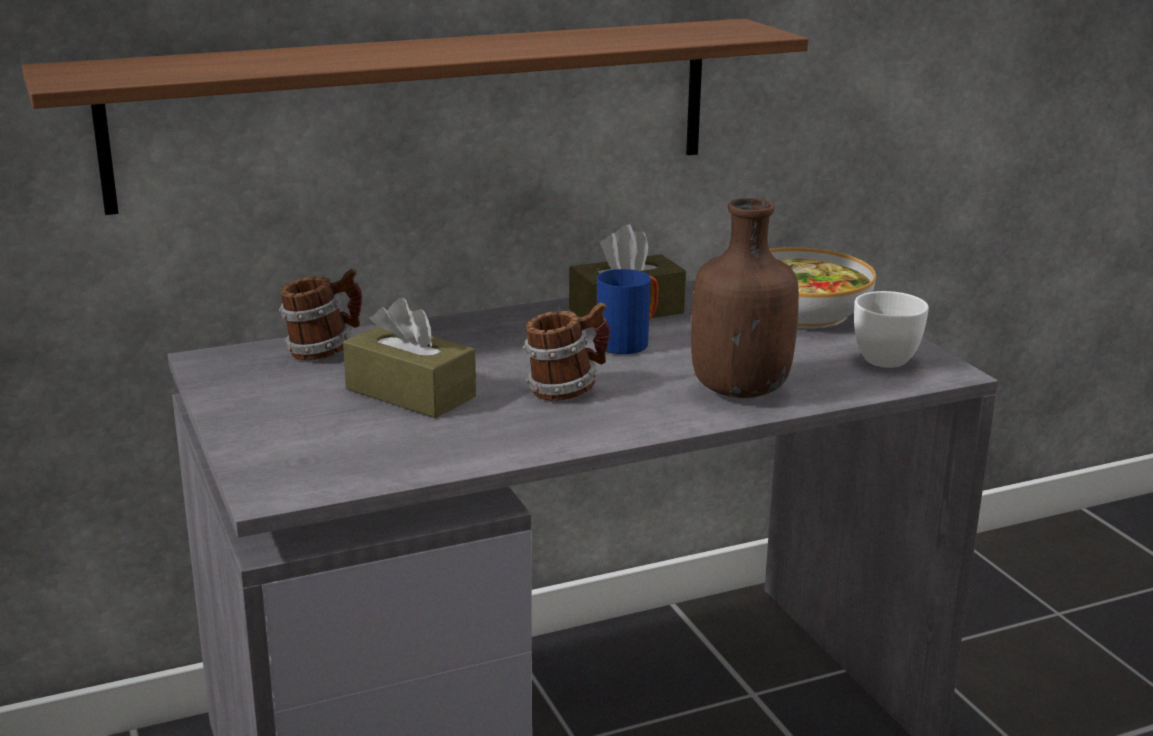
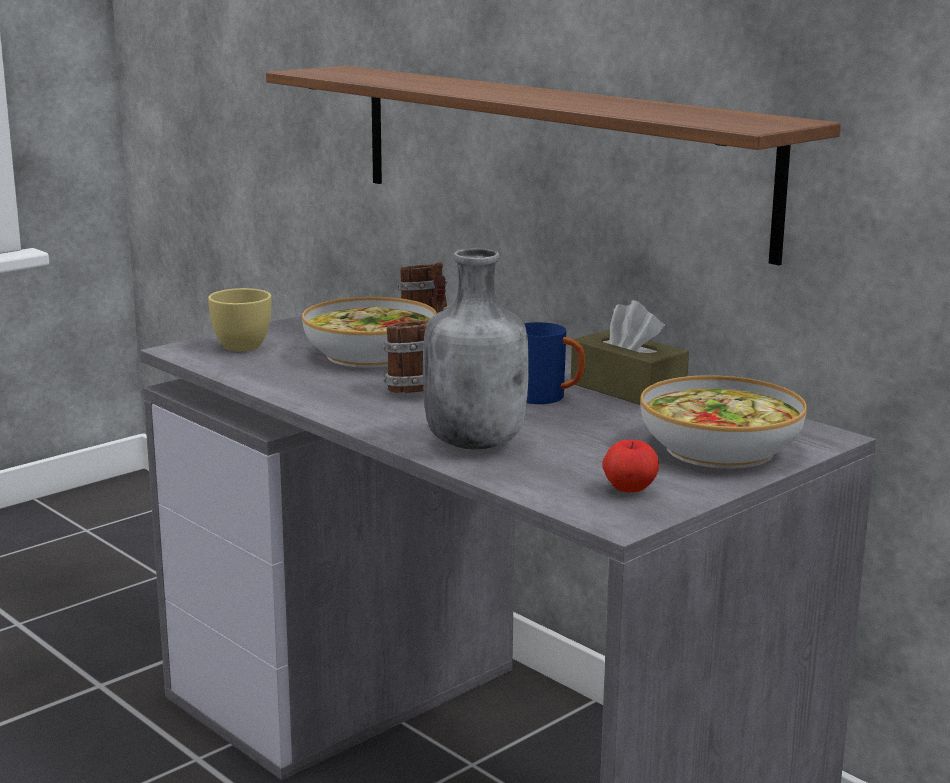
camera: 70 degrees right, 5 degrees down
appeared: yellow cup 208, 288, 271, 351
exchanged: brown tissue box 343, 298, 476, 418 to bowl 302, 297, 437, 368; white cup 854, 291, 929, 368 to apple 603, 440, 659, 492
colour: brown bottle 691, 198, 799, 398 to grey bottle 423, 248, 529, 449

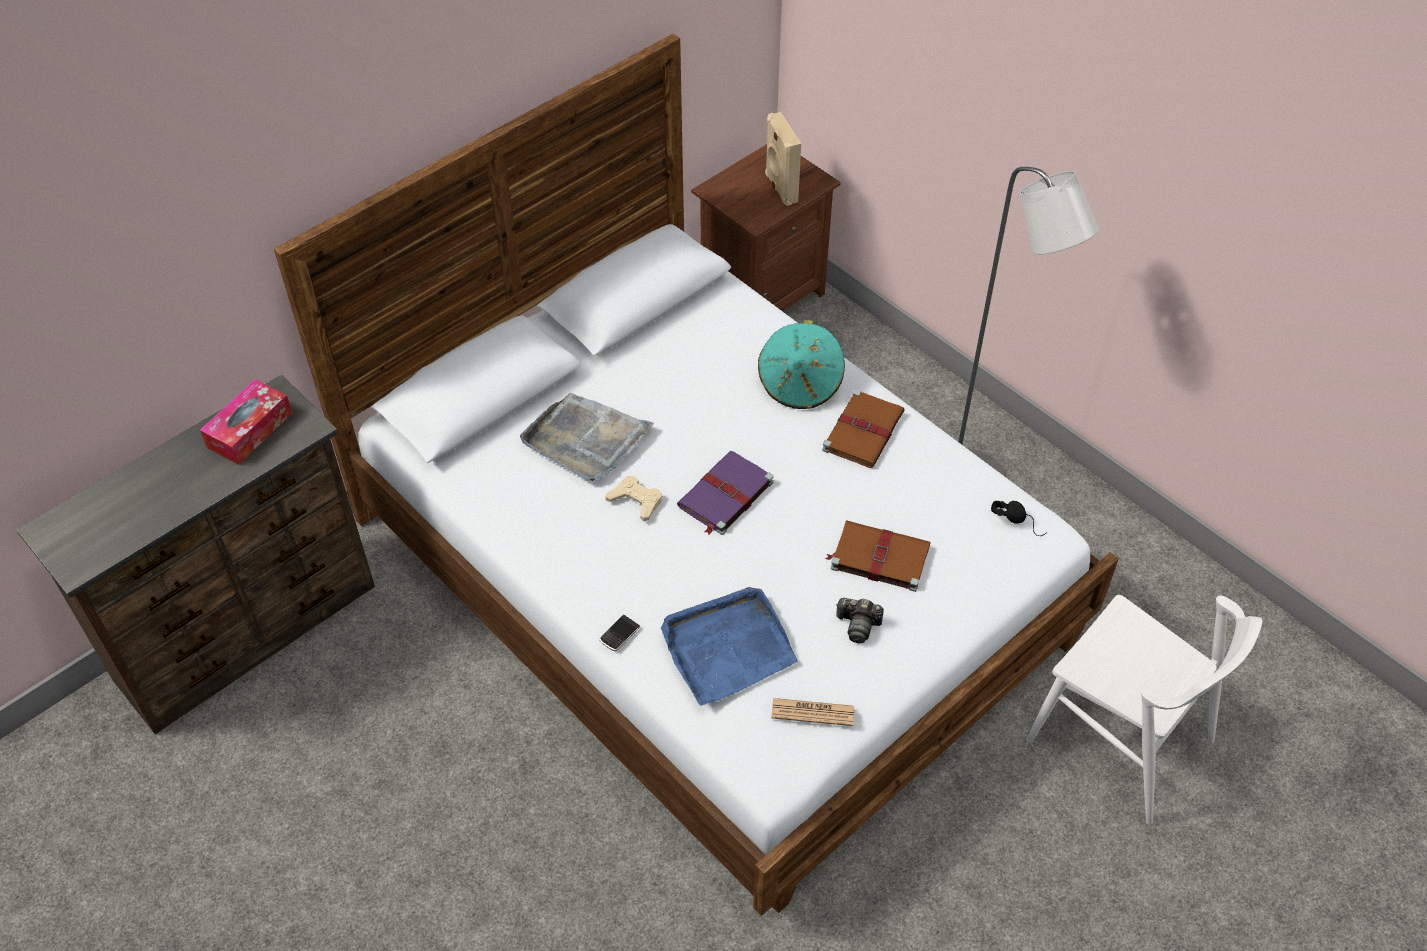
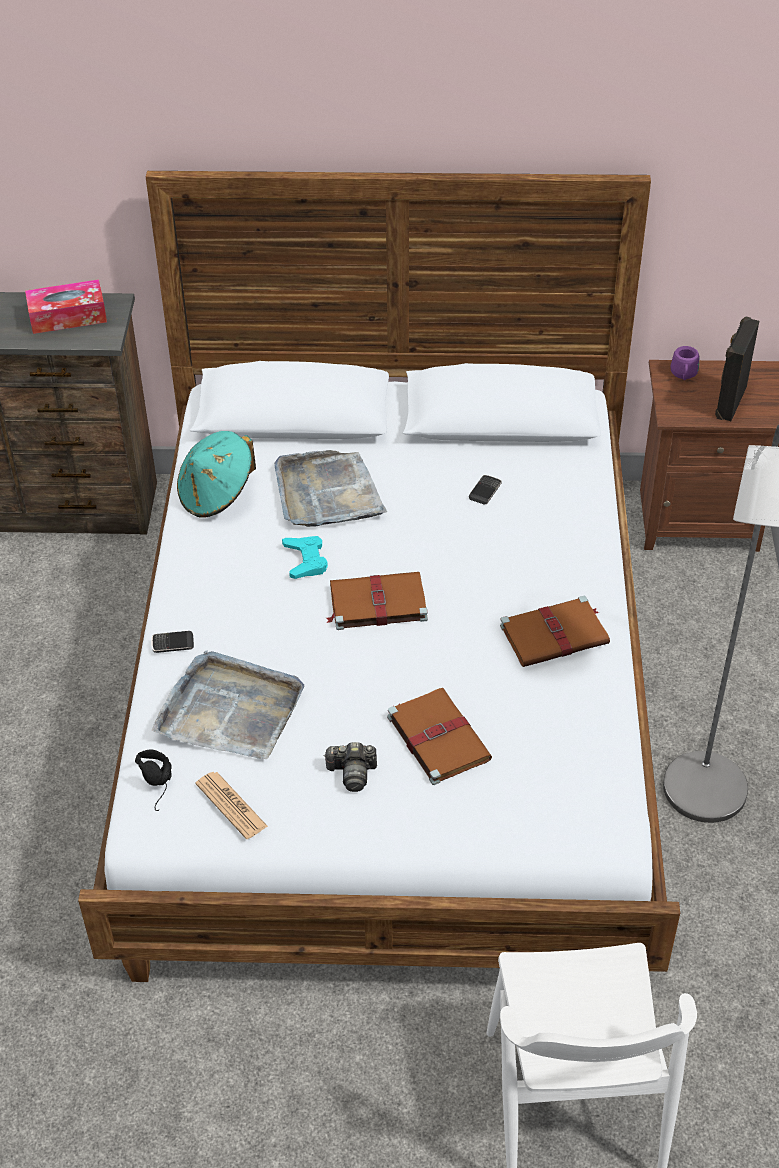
camera: 45 degrees right, 5 degrees down
appeared: phone 469, 475, 502, 505; purple mug 671, 346, 699, 380
relocated: turquoise hat 758, 320, 845, 409 to 177, 431, 256, 518; black headphones 991, 501, 1047, 536 to 135, 750, 172, 811
colour: beige game controller 606, 476, 662, 521 to turquoise game controller 282, 536, 328, 579; blue tray 661, 587, 798, 706 to grey tray 152, 650, 305, 759; purple book 677, 451, 774, 535 to brown book 326, 572, 428, 630; beige speaker 765, 112, 801, 206 to black speaker 715, 316, 759, 421
spun: photo camera 836, 598, 884, 644 = 324, 742, 377, 792 60 degrees counterclockwise

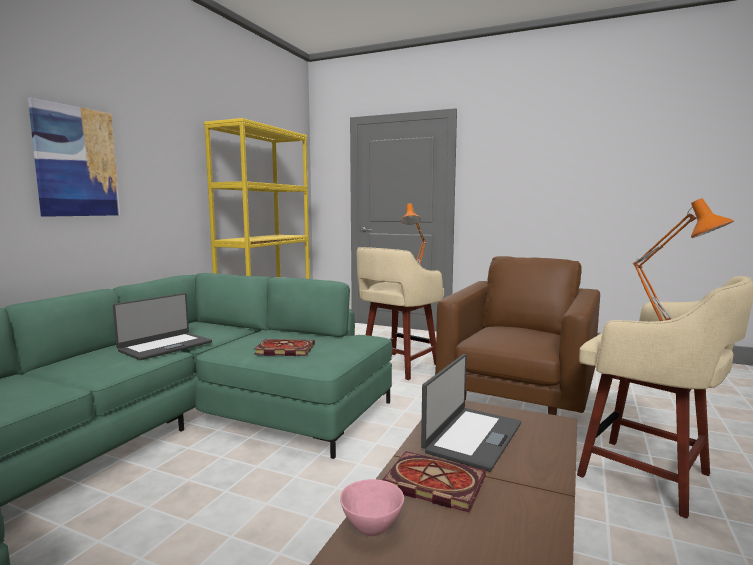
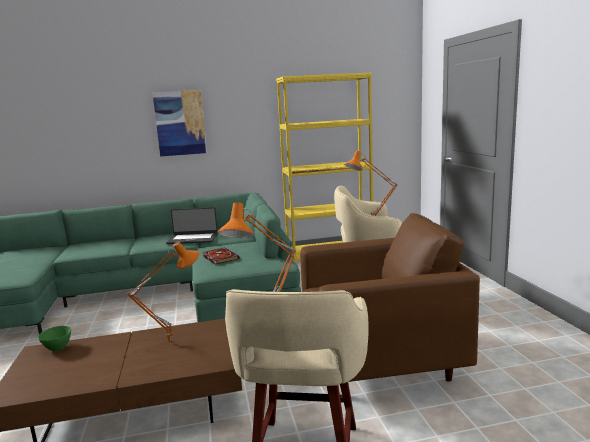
camera: 55 degrees right, 5 degrees up
missing: book 382, 451, 486, 513
exchanged: laptop 421, 354, 521, 472 to orange table lamp 127, 241, 200, 344
colour: pink bowl 340, 479, 404, 536 to green bowl 38, 326, 71, 351

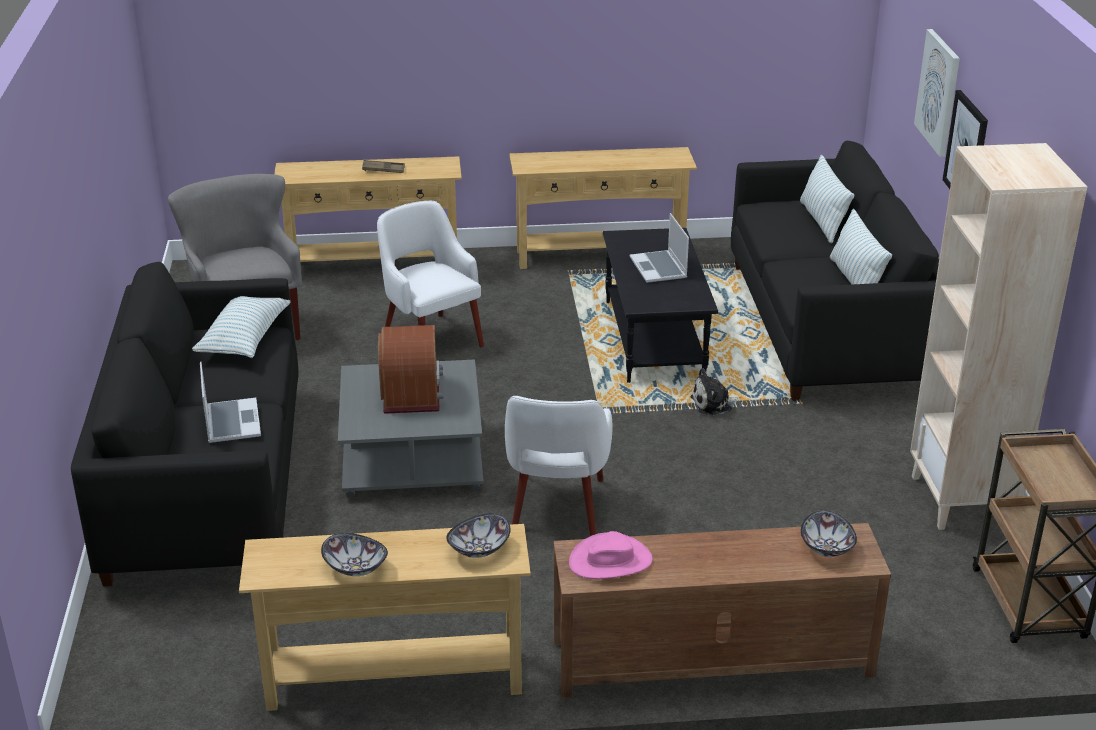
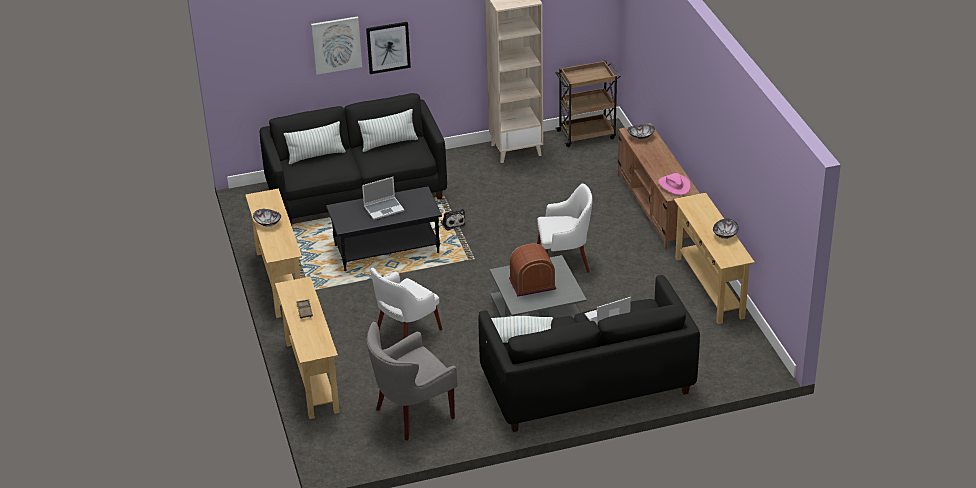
camera: 100 degrees left, 5 degrees up
relocated: bowl 446, 514, 511, 558 to 253, 209, 281, 227

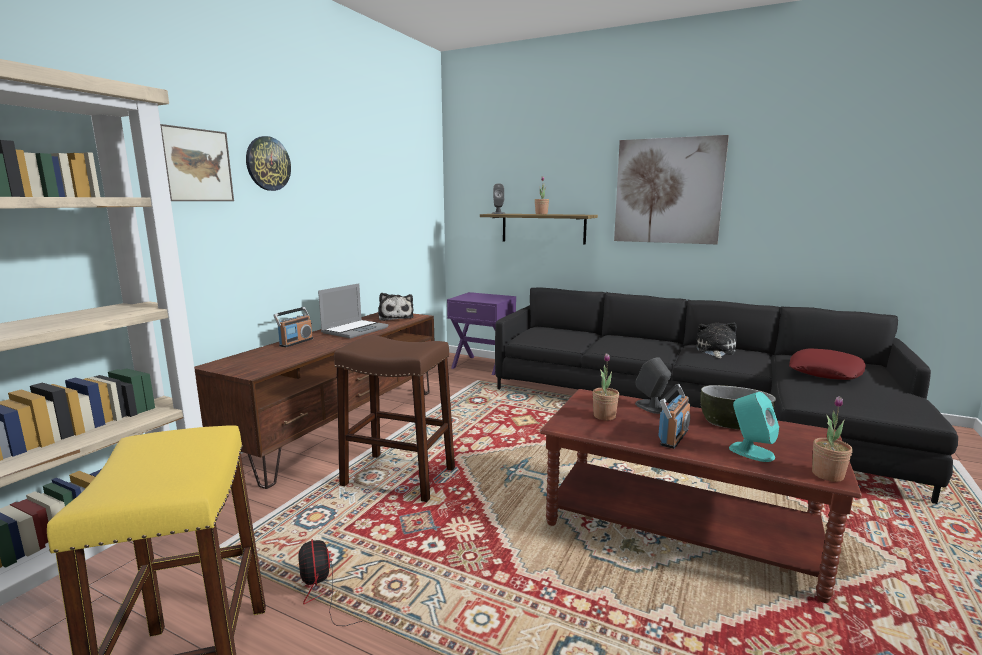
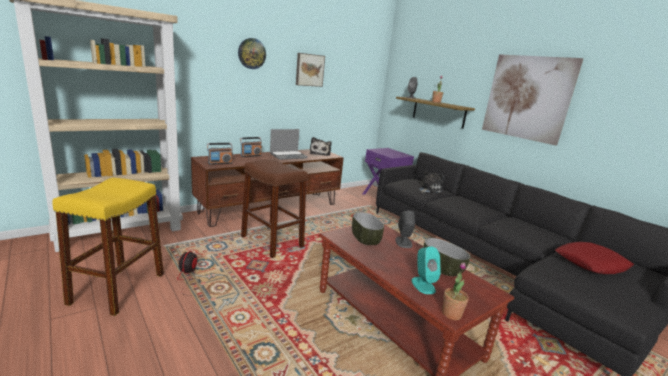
camera: 25 degrees right, 5 degrees up
relocated: picture 160, 124, 234, 201 to 296, 53, 325, 87; radio 658, 384, 690, 449 to 207, 143, 233, 165; plush toy 696, 323, 737, 359 to 418, 171, 444, 193
exchanged: potted plant 593, 353, 619, 420 to bowl 352, 212, 384, 245

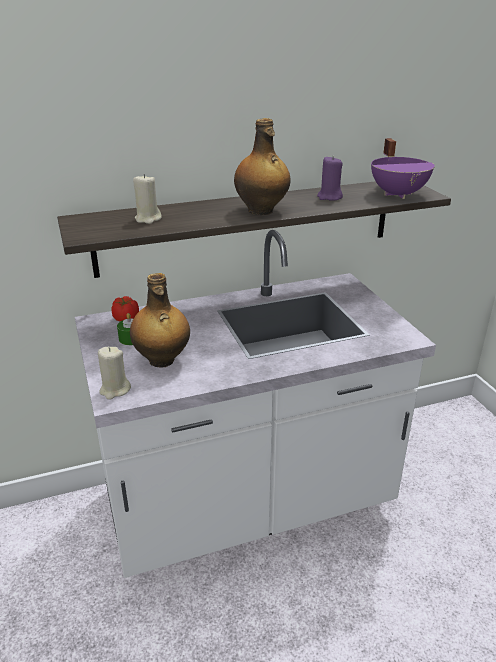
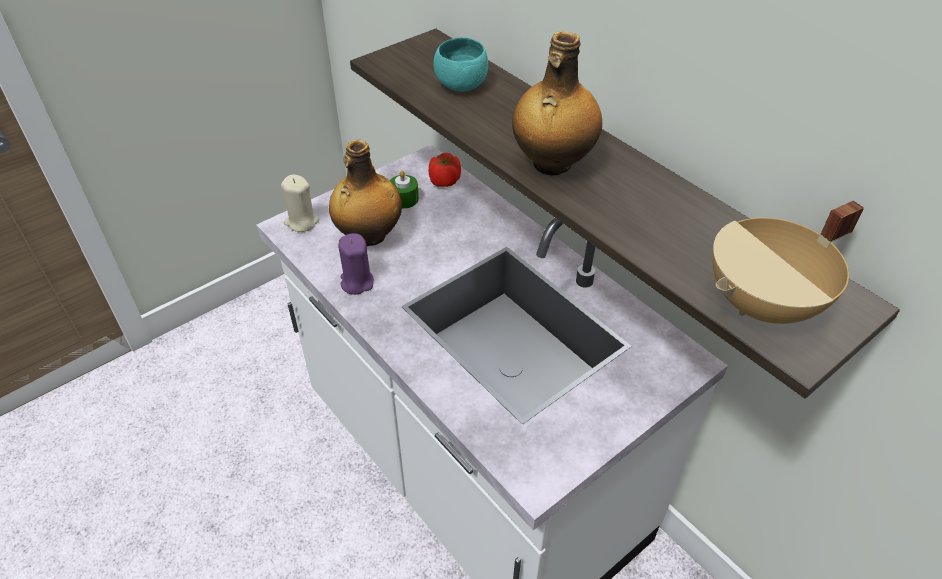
camera: 70 degrees right, 15 degrees up
relocated: purple candle 317, 157, 343, 201 to 338, 233, 374, 295
exchanged: beige candle 133, 174, 162, 224 to turquoise bowl 433, 37, 488, 92
colour: purple cooking pot 371, 138, 435, 199 to beige cooking pot 713, 201, 864, 324

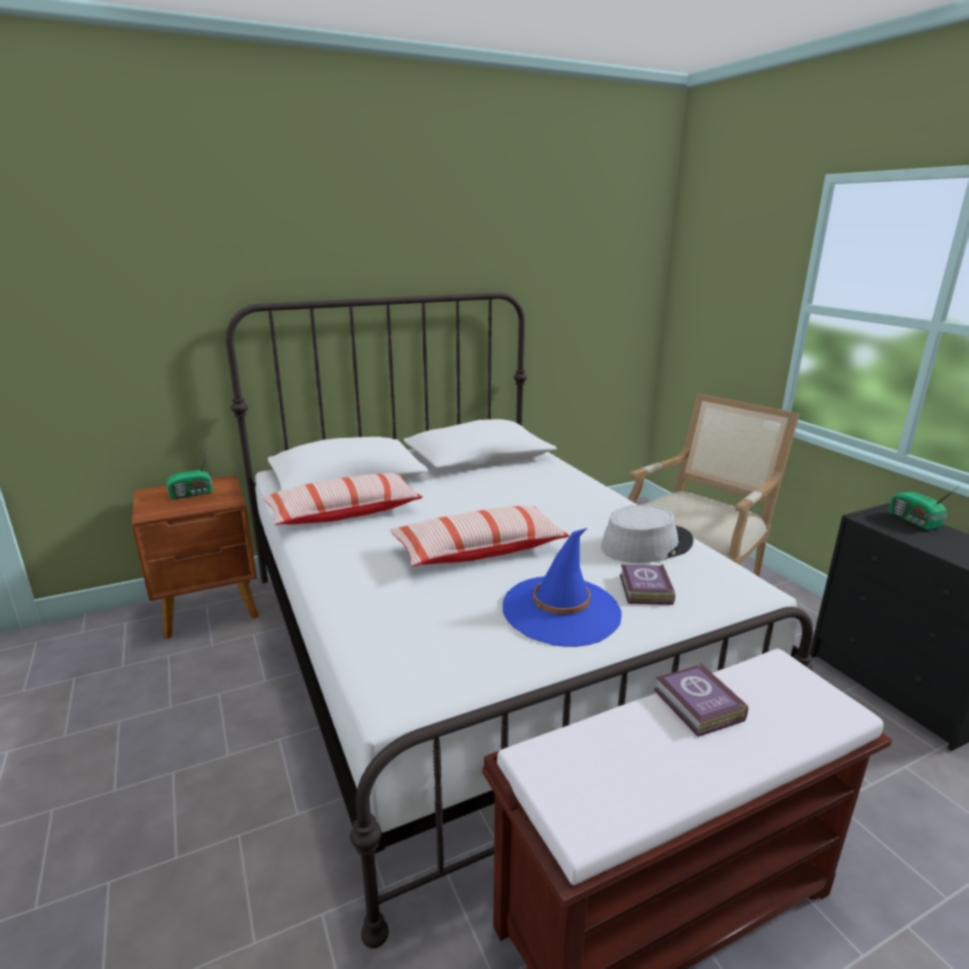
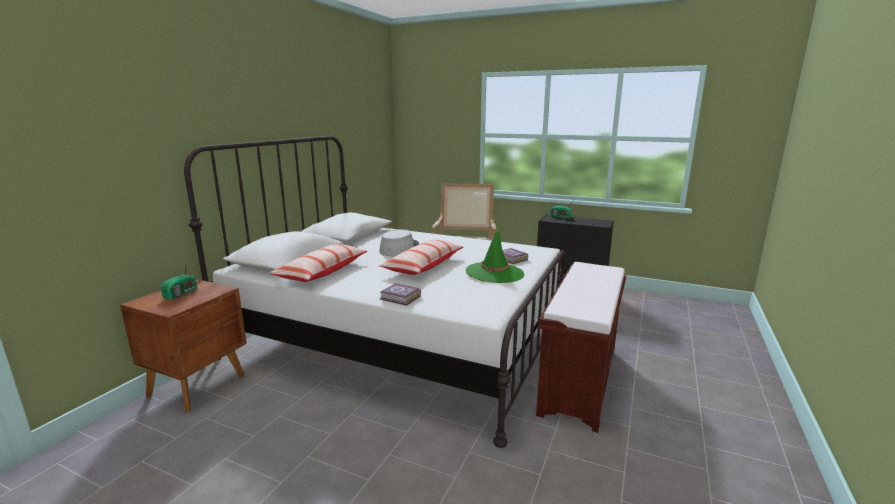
camera: 40 degrees left, 5 degrees down
relocated: grey hat 601, 505, 693, 563 to 379, 229, 419, 256; book 654, 663, 748, 737 to 380, 283, 421, 306
colour: blue hat 503, 528, 621, 647 to green hat 466, 229, 524, 283

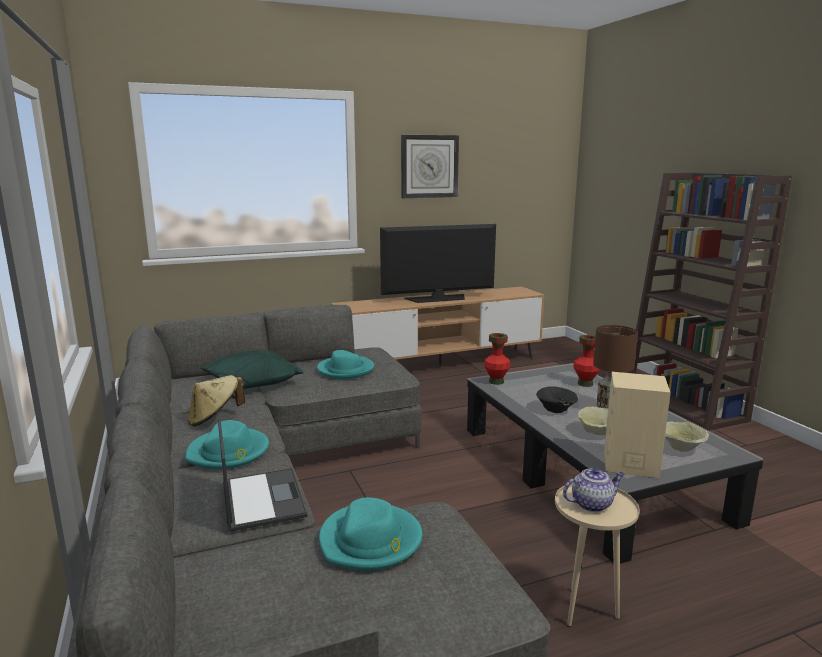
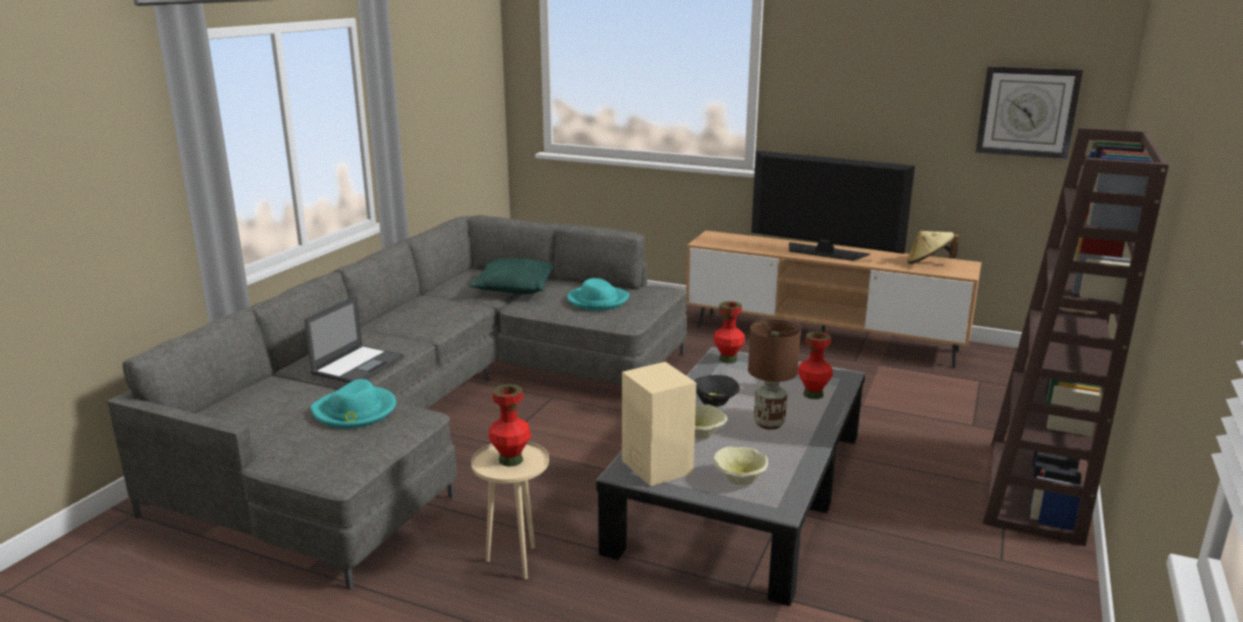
camera: 45 degrees right, 5 degrees up
missing: turquoise hat 185, 420, 269, 470
relocated: beige hat 188, 375, 245, 427 to 907, 231, 959, 264; wall clock 401, 135, 459, 198 to 975, 66, 1083, 159
exchanged: teapot 563, 468, 624, 512 to red vase 489, 384, 531, 467

